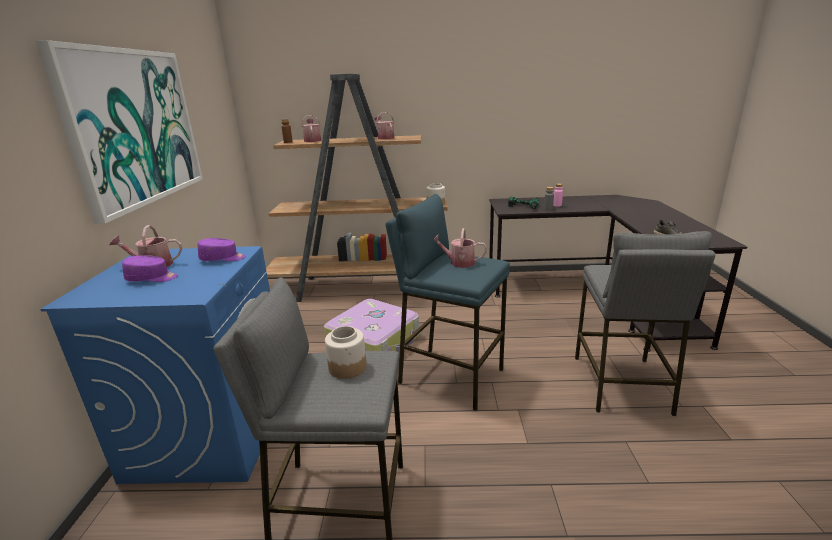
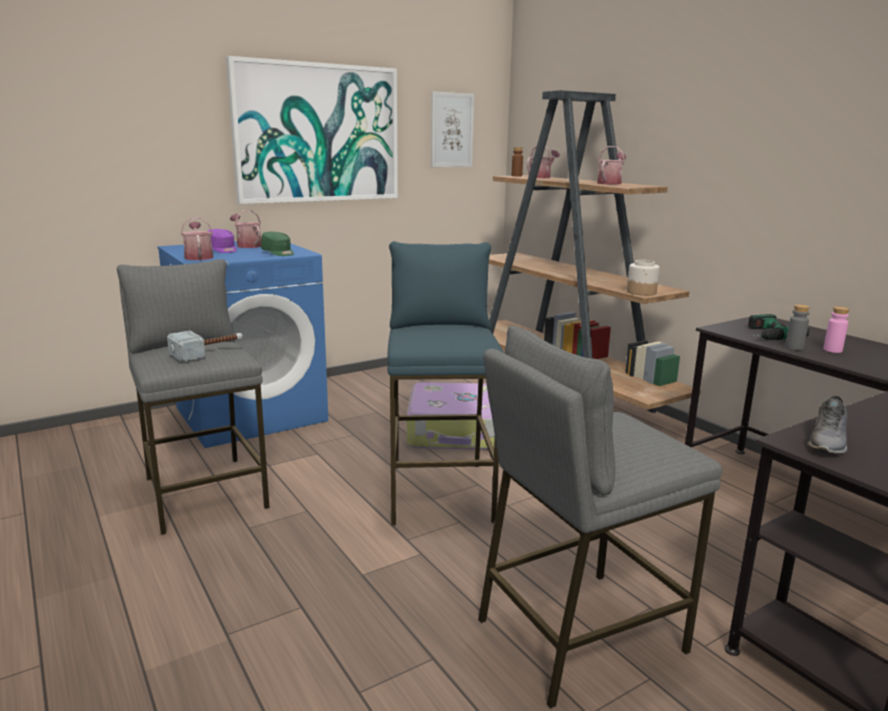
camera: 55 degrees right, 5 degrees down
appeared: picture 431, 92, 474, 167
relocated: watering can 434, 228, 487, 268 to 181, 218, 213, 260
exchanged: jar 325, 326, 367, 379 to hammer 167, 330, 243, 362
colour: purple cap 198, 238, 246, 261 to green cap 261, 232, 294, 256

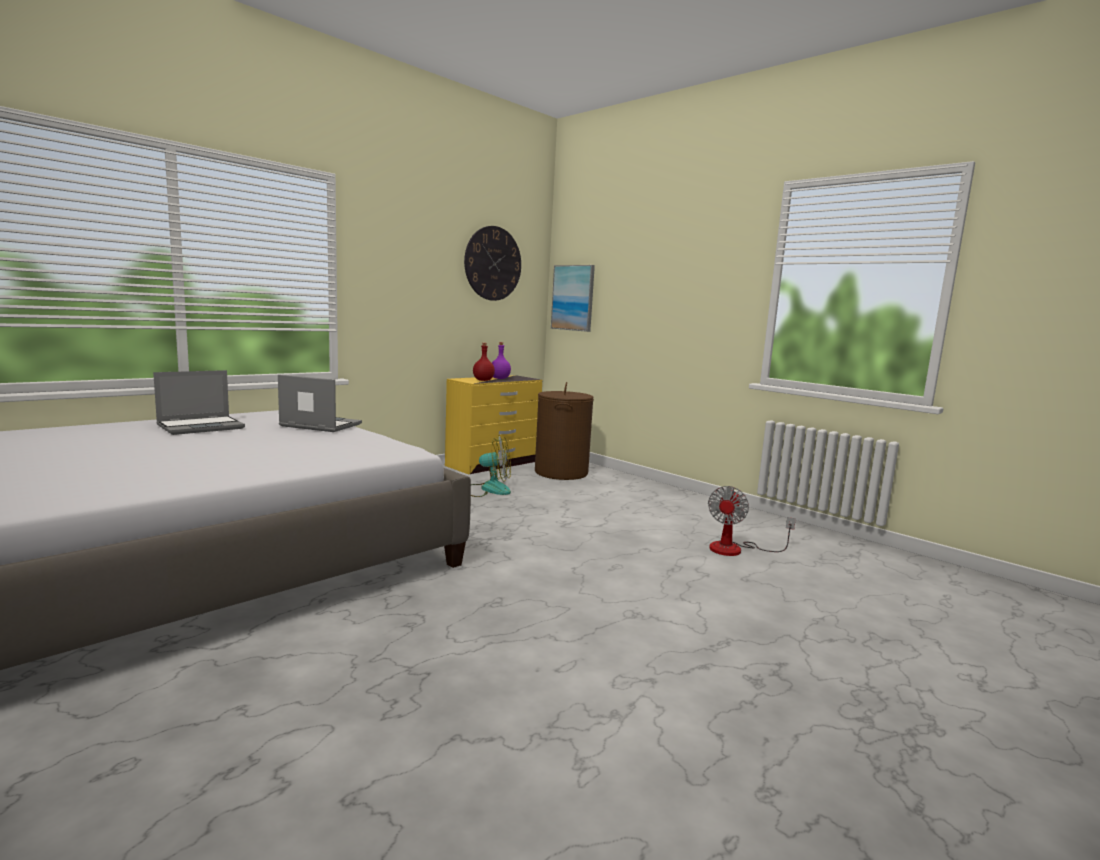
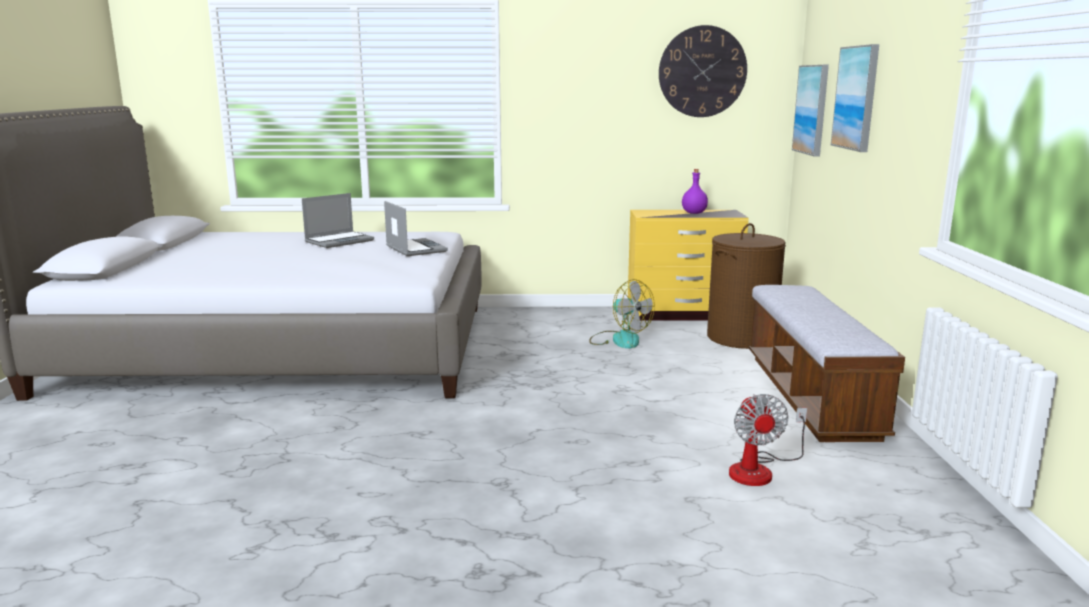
camera: 45 degrees right, 5 degrees up
missing: red bottle 473, 343, 495, 381
appeared: bench 749, 285, 905, 442; picture 831, 44, 879, 152
spun: laptop 153, 370, 245, 435 = 302, 193, 374, 248 45 degrees counterclockwise; fan 708, 486, 796, 556 = 729, 394, 807, 486 75 degrees counterclockwise

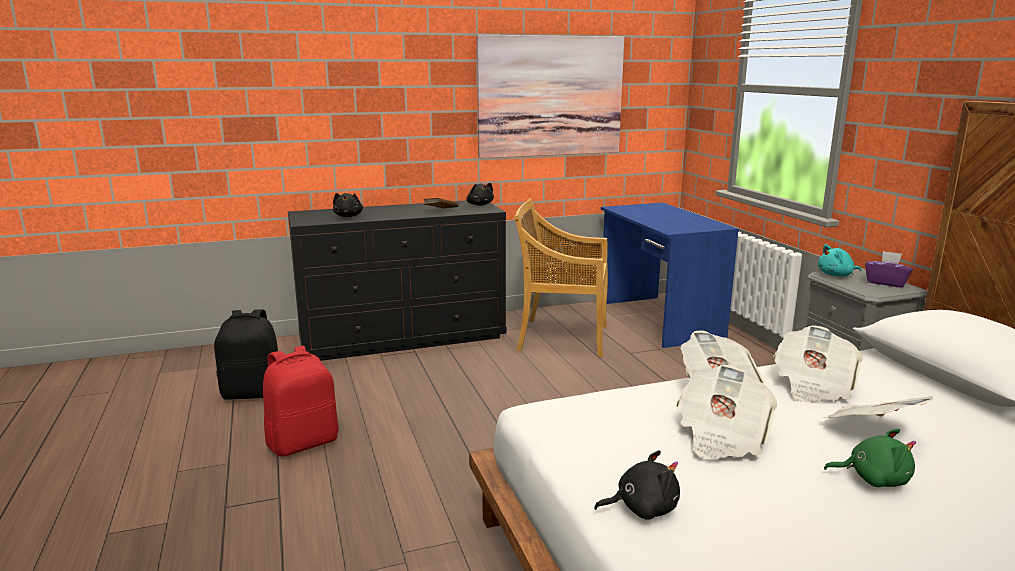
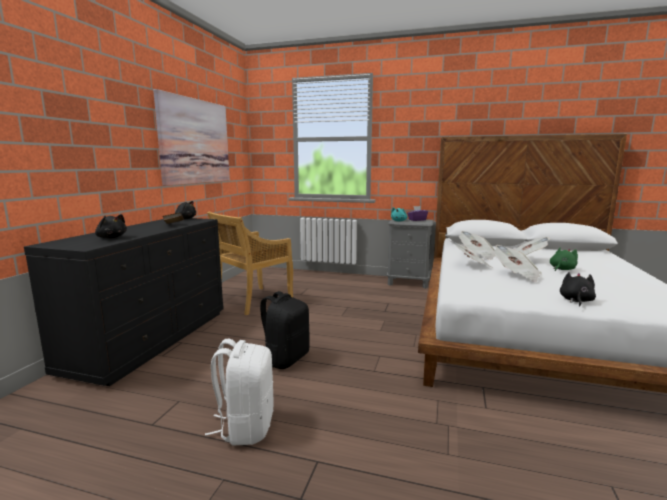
camera: 55 degrees left, 5 degrees down
missing: blue desk 601, 203, 739, 348
relocated: black backpack 214, 309, 278, 400 to 260, 291, 310, 369
colour: red backpack 263, 346, 339, 457 to white backpack 205, 339, 274, 445

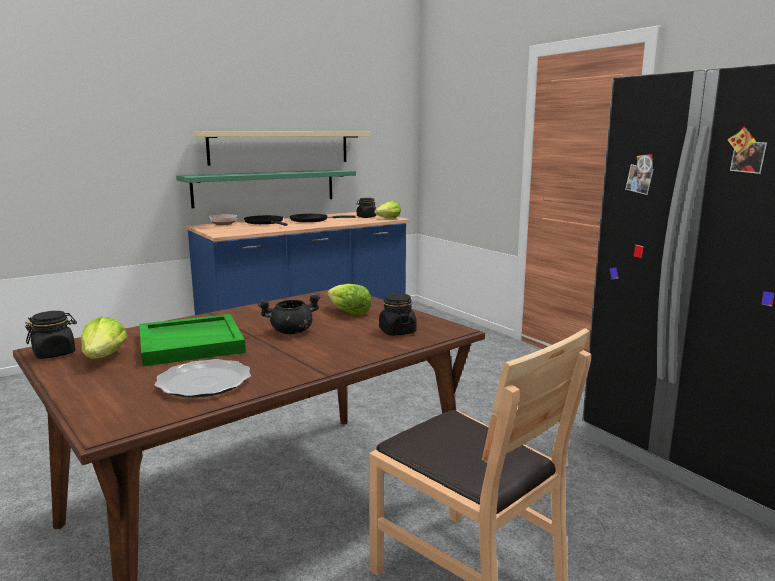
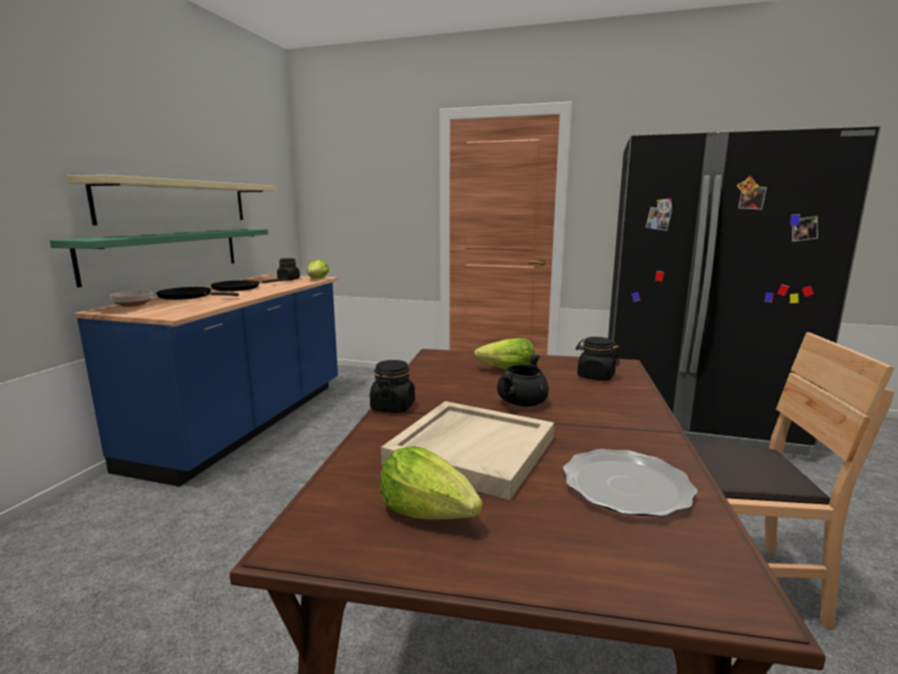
camera: 40 degrees left, 0 degrees up
relocated: black jar 25, 311, 77, 359 to 370, 360, 415, 413
colour: green tray 139, 314, 246, 366 to beige tray 381, 401, 554, 500

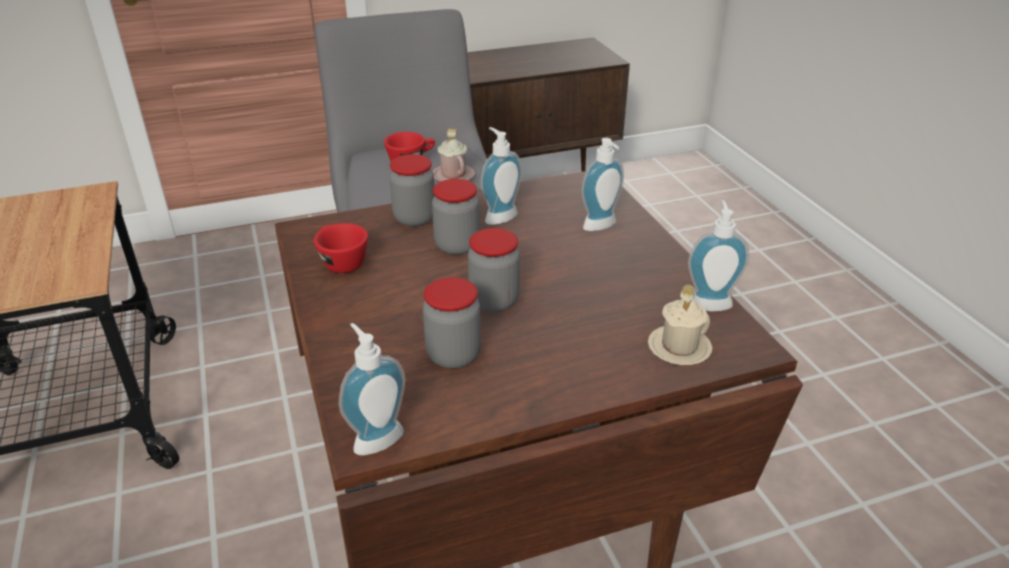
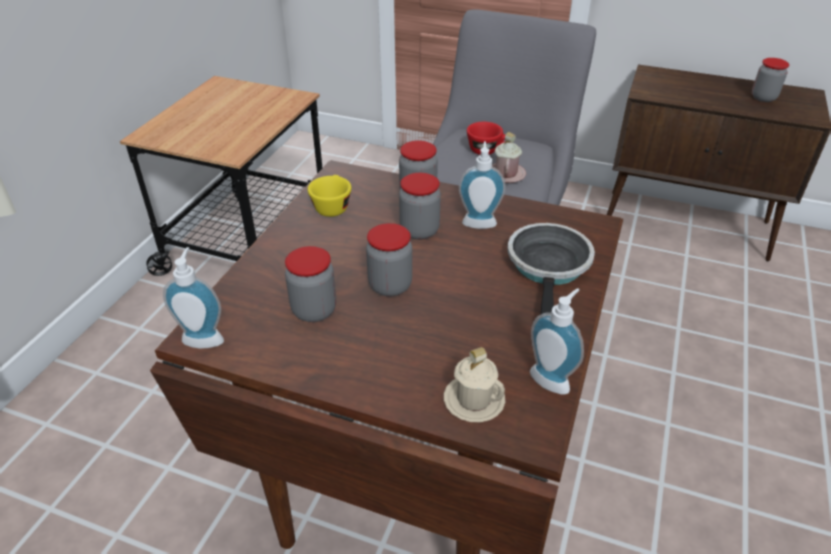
camera: 40 degrees right, 5 degrees up
appeared: jar 752, 58, 789, 102
exchanged: soap dispenser 582, 138, 624, 231 to frying pan 508, 223, 595, 314
colour: red cup 314, 223, 368, 273 to yellow cup 308, 175, 351, 217

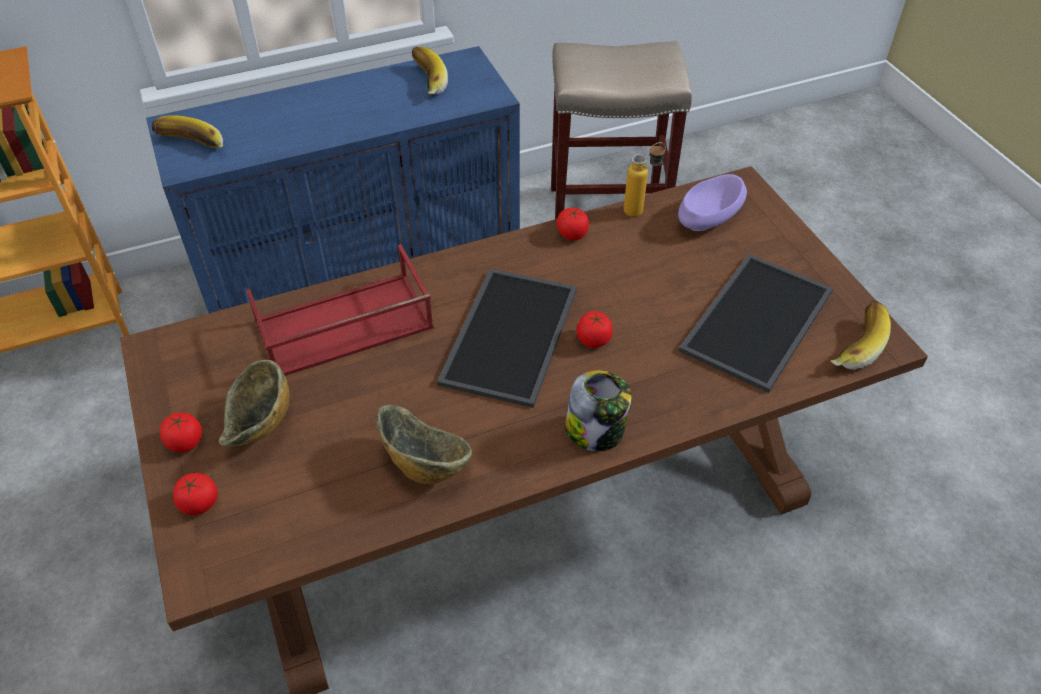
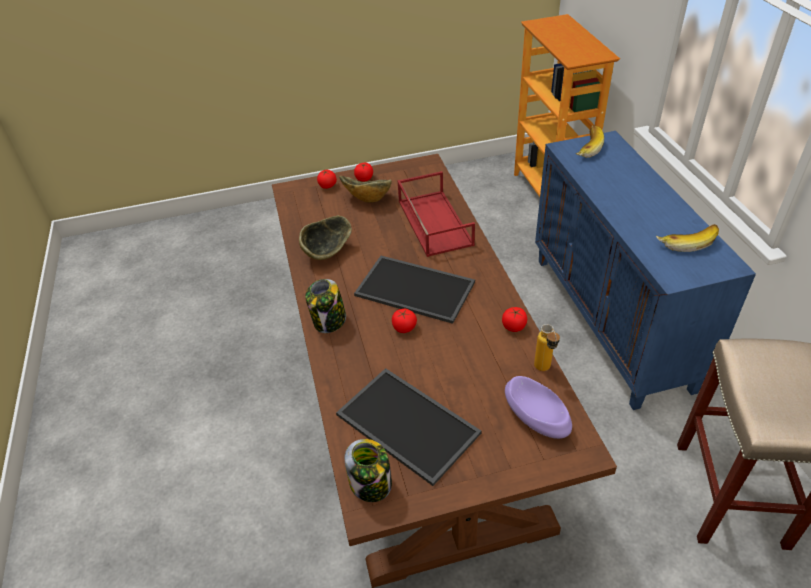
camera: 100 degrees right, 5 degrees down
exchanged: banana 831, 300, 891, 370 to jar 344, 439, 392, 502

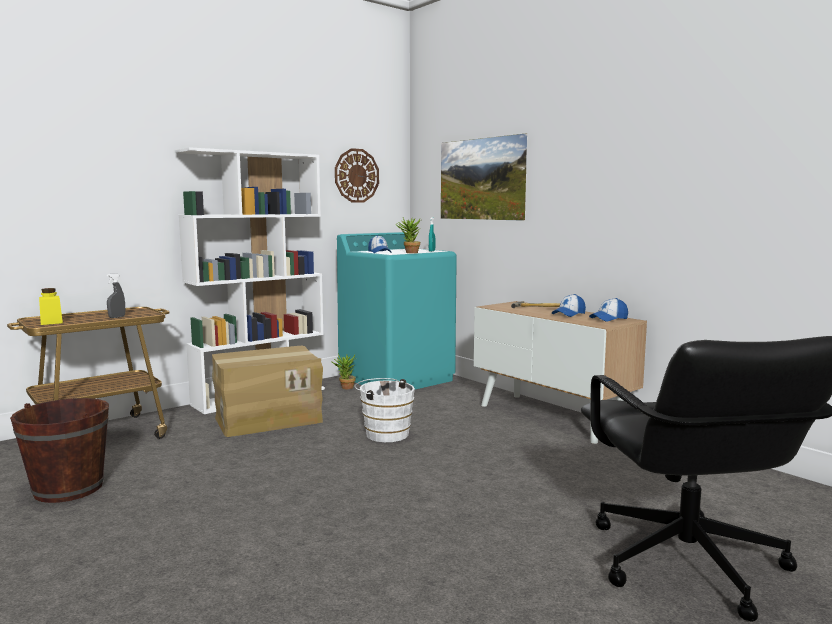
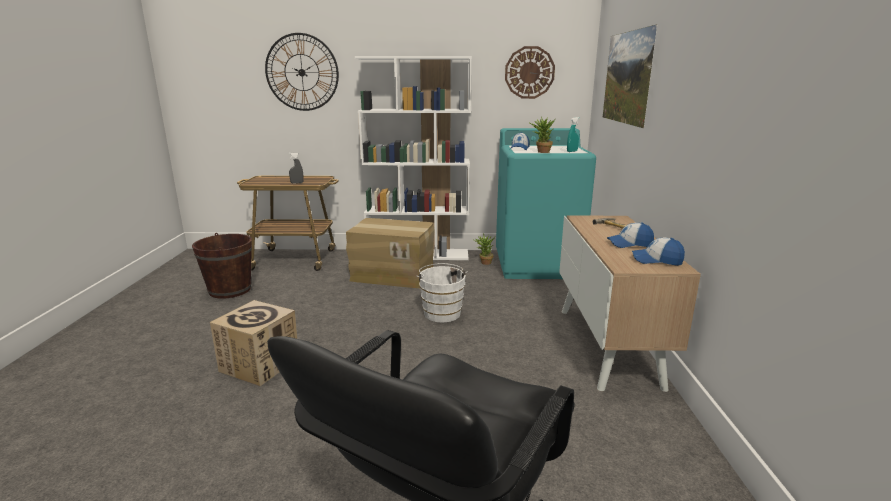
camera: 40 degrees right, 10 degrees up
missing: yellow jar 39, 288, 63, 325
appeared: cardboard box 210, 300, 297, 386; wall clock 265, 33, 339, 111

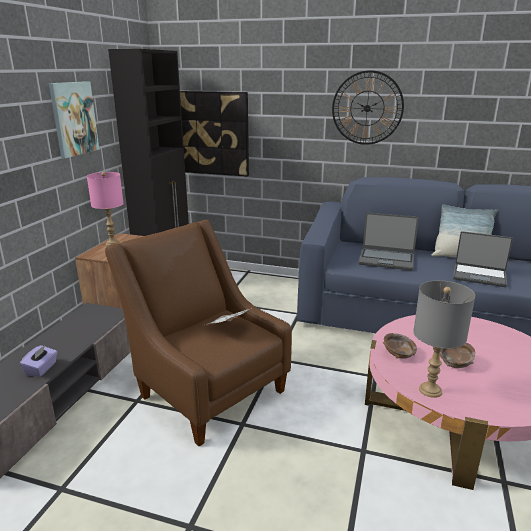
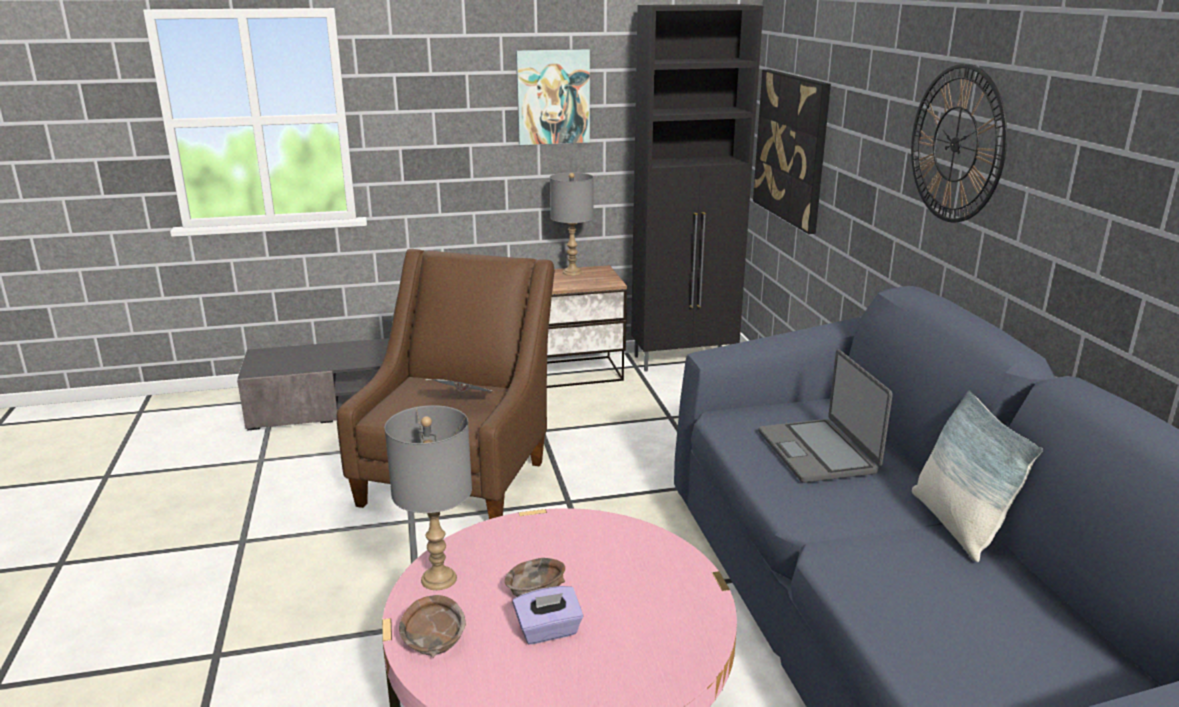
camera: 60 degrees right, 0 degrees up
missing: laptop 453, 231, 513, 287
relocated: purple tissue box 20, 345, 57, 377 to 513, 586, 583, 645; brown bowl 383, 333, 417, 359 to 399, 595, 466, 658
colour: pink table lamp 87, 172, 124, 246 to grey table lamp 550, 172, 593, 276

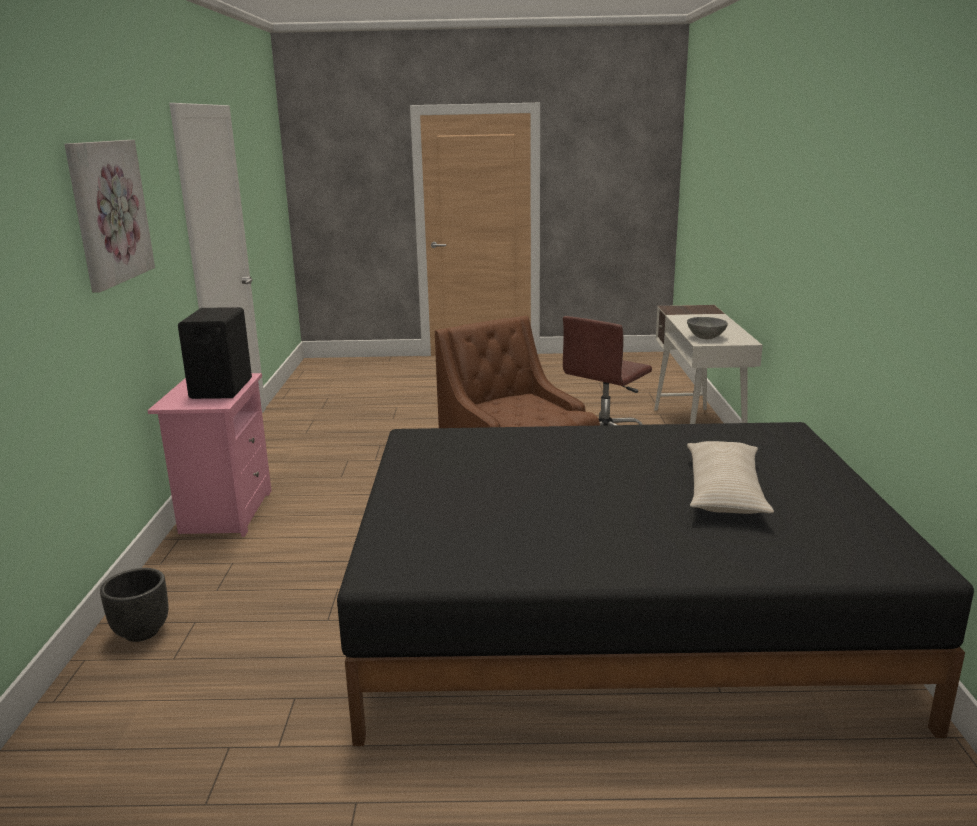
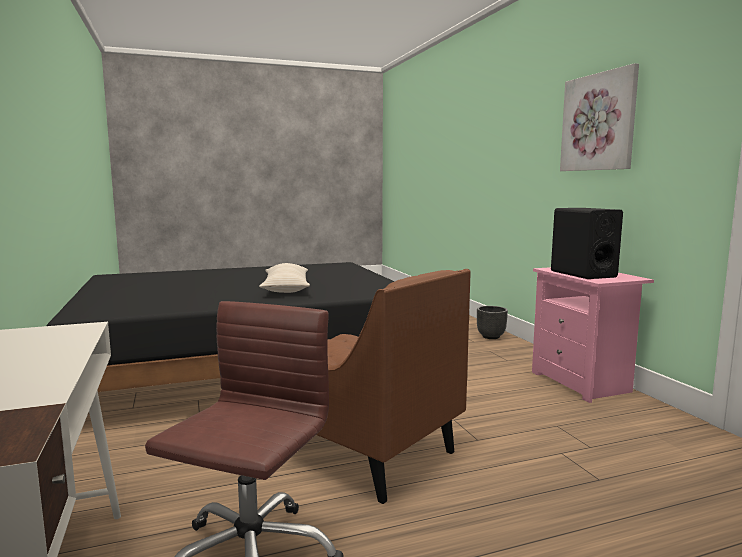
camera: 160 degrees right, 10 degrees down
missing: grey bowl 687, 317, 728, 339
relocated: beige pillow 687, 441, 774, 514 to 259, 263, 310, 293

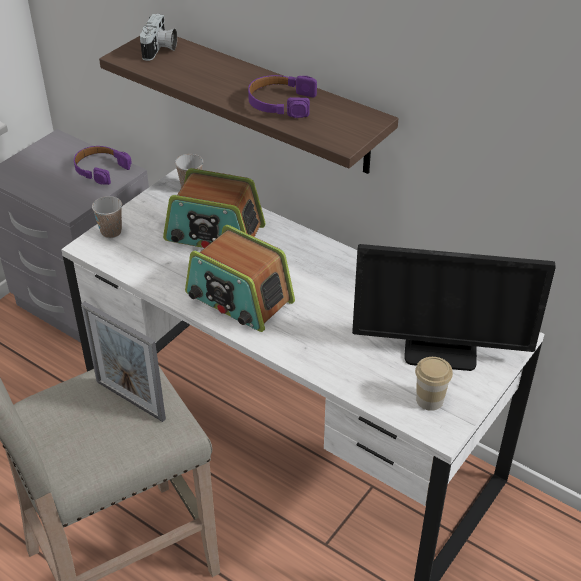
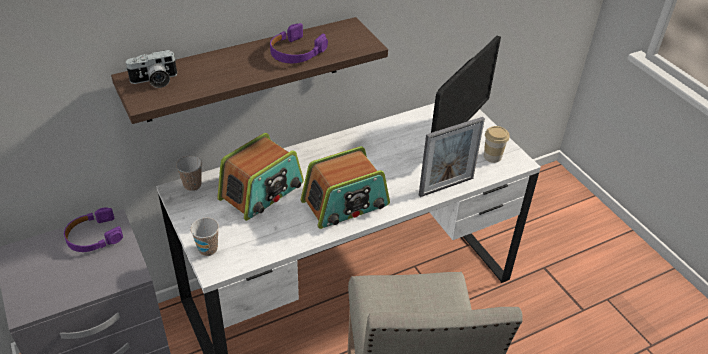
camera: 65 degrees left, 0 degrees up
relocated: picture frame 81, 301, 166, 422 to 419, 117, 485, 197
spun: photo camera 140, 13, 177, 61 = 125, 50, 177, 88 120 degrees clockwise

